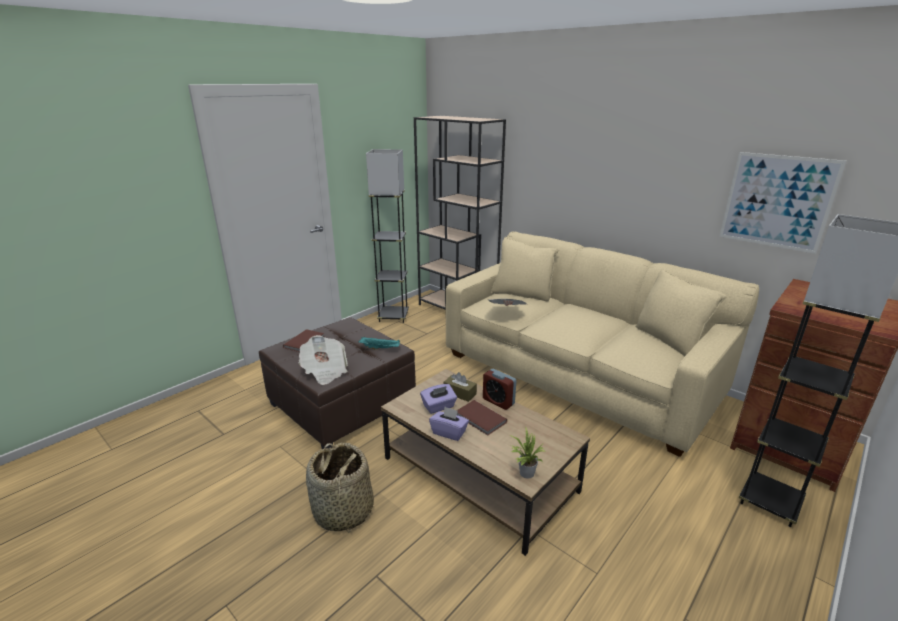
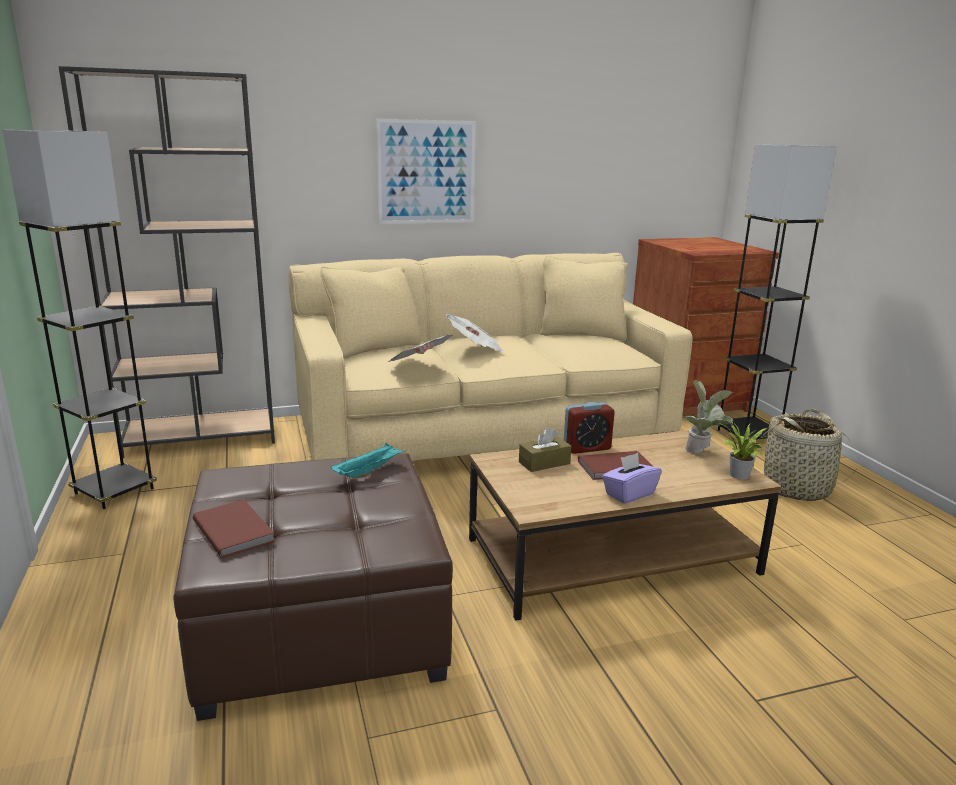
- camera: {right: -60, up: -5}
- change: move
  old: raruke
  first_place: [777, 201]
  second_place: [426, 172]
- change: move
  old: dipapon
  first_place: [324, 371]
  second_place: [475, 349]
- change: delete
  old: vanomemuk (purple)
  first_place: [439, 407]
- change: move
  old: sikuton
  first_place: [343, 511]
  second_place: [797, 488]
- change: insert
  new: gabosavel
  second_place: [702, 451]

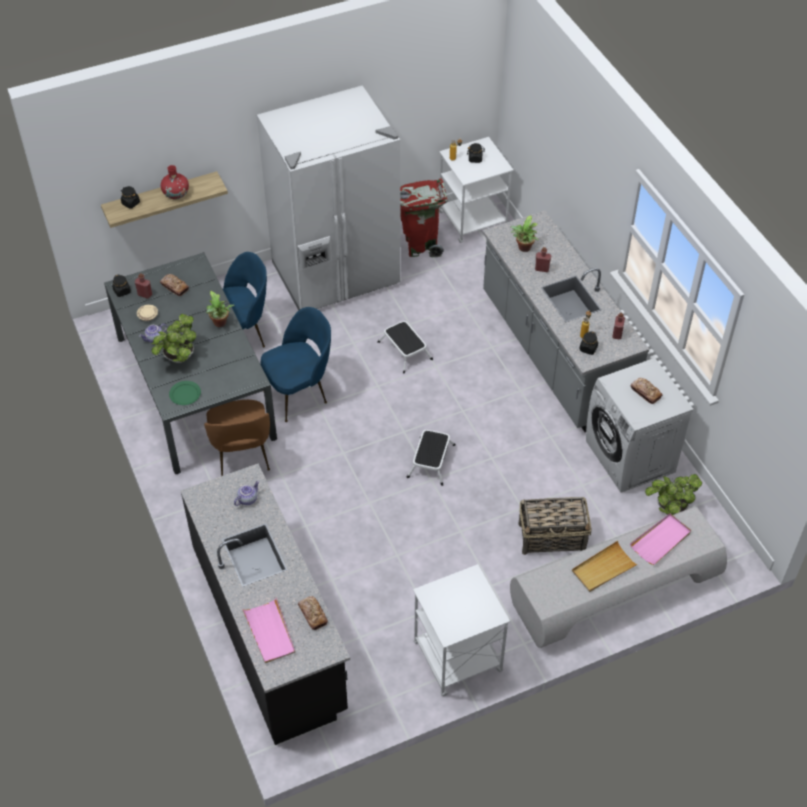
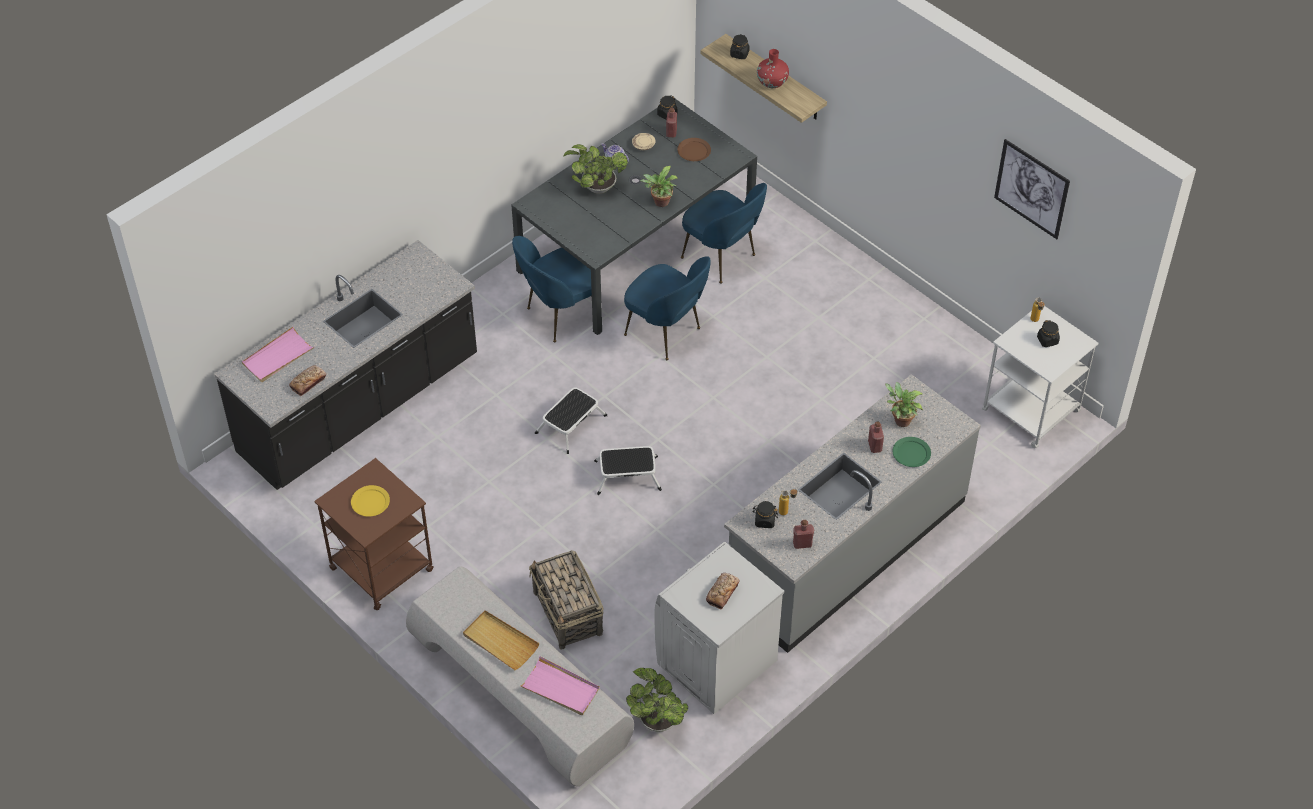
- camera: {right: 70, up: 0}
- change: delete
  old: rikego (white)
  first_place: [336, 275]
- change: delete
  old: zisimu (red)
  first_place: [421, 245]
- change: replace
  old: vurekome
  new: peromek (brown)
  first_place: [174, 287]
  second_place: [694, 151]
- change: move
  old: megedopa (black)
  first_place: [405, 350]
  second_place: [571, 424]
- change: move
  old: peromek (green)
  first_place: [185, 394]
  second_place: [911, 453]
- change: recolor
  old: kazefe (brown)
  new: kazefe (blue)
  first_place: [242, 460]
  second_place: [558, 317]
- change: delete
  old: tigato
  first_place: [247, 499]
- change: recolor
  old: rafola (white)
  new: rafola (brown)
  first_place: [456, 657]
  second_place: [380, 567]
- change: insert
  new: raruke
  second_place: [1031, 189]
- change: insert
  new: peromek (yellow)
  second_place: [370, 502]

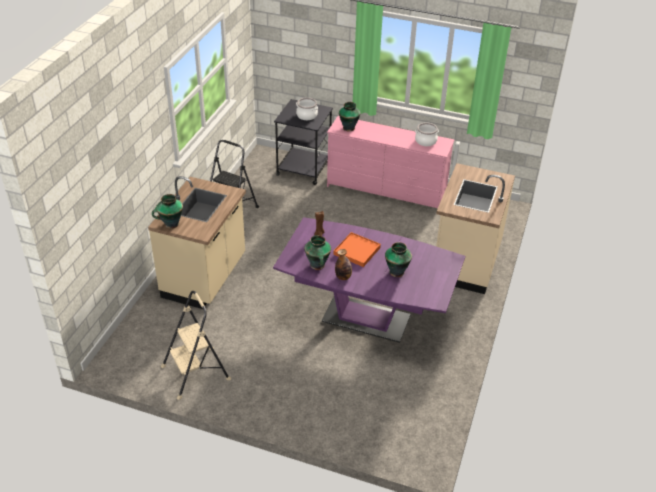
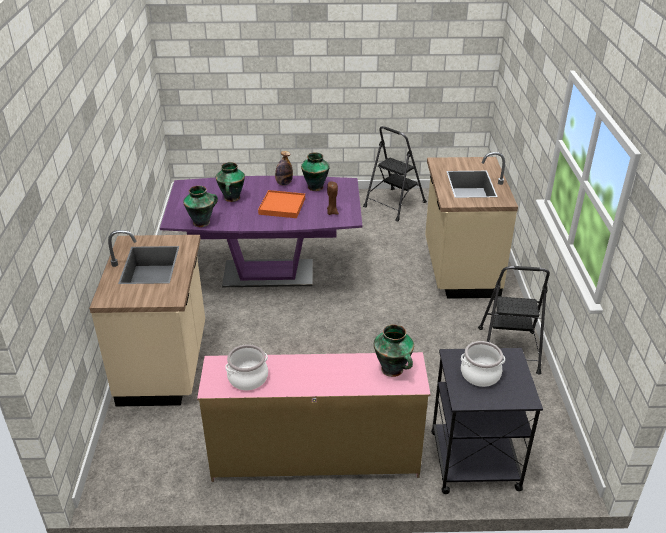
- camera: {right: 160, up: -5}
- change: move
  old: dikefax
  first_place: [171, 224]
  second_place: [202, 222]
- change: recolor
  old: megedopa (beige)
  new: megedopa (black)
  first_place: [198, 371]
  second_place: [393, 204]

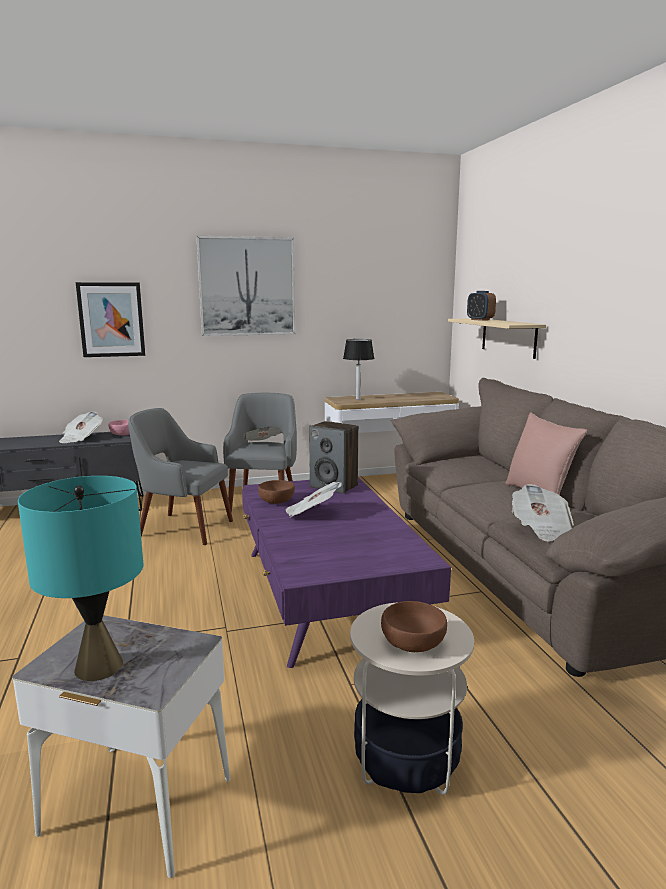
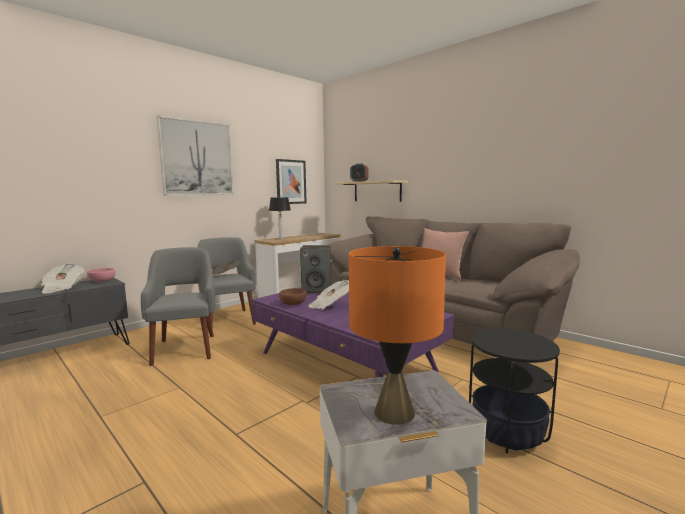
- camera: {right: -30, up: -5}
- change: move
  old: raruke
  first_place: [111, 319]
  second_place: [291, 182]
- change: rotate
  old: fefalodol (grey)
  first_place: [183, 528]
  second_place: [185, 348]
  degrees: 90
- change: recolor
  old: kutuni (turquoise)
  new: kutuni (orange)
  first_place: [98, 666]
  second_place: [394, 412]
- change: delete
  old: dipapon
  first_place: [541, 528]
- change: delete
  old: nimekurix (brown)
  first_place: [414, 643]
- change: recolor
  old: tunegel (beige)
  new: tunegel (black)
  first_place: [406, 763]
  second_place: [507, 434]

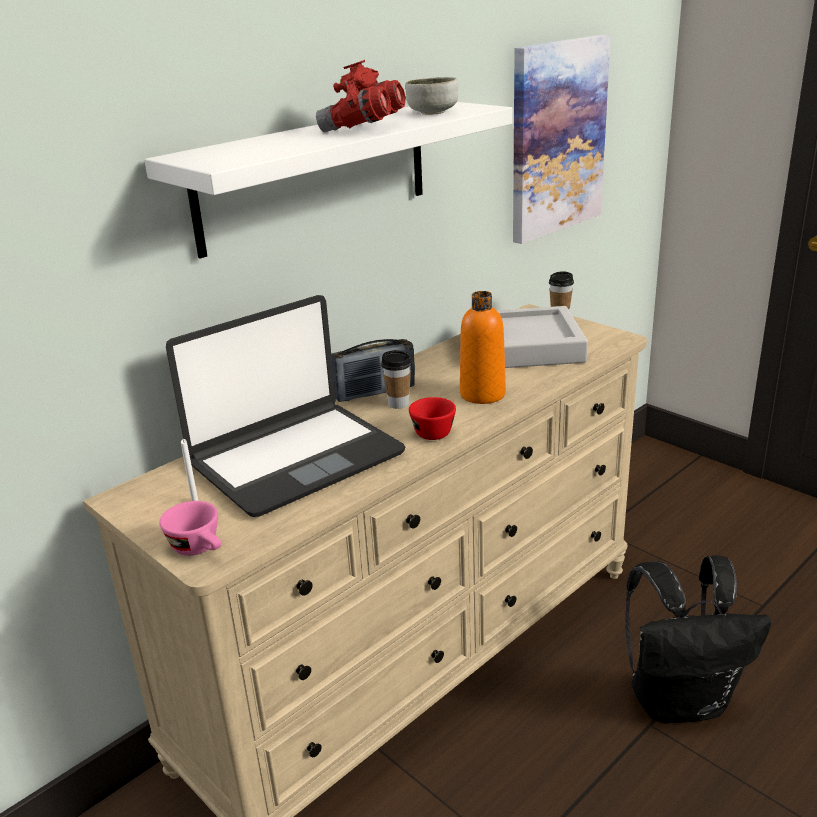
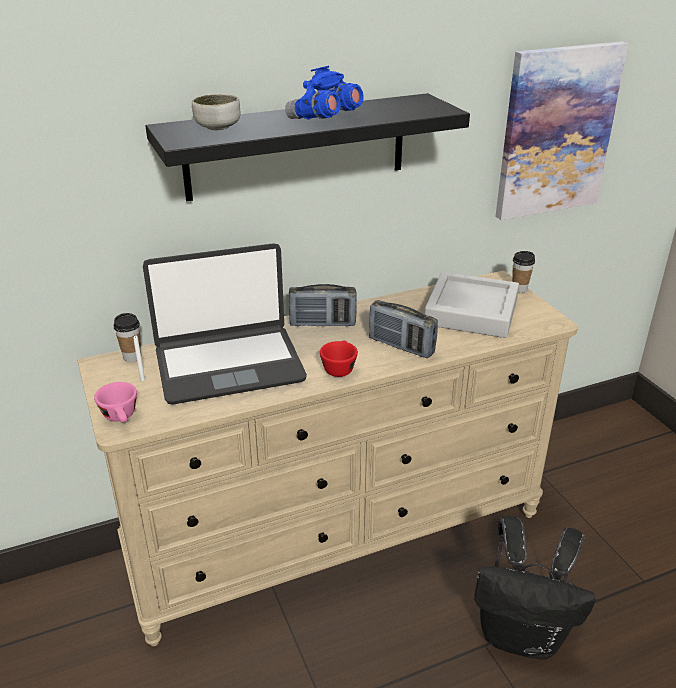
- camera: {right: 20, up: 5}
- change: recolor
  old: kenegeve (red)
  new: kenegeve (blue)
  first_place: [363, 129]
  second_place: [324, 120]
- change: move
  old: nimekurix
  first_place: [432, 113]
  second_place: [218, 127]
- change: recolor
  old: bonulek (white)
  new: bonulek (black)
  first_place: [315, 175]
  second_place: [297, 146]
- change: replace
  old: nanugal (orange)
  new: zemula
  first_place: [482, 394]
  second_place: [401, 346]
- change: move
  old: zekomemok
  first_place: [398, 404]
  second_place: [132, 357]

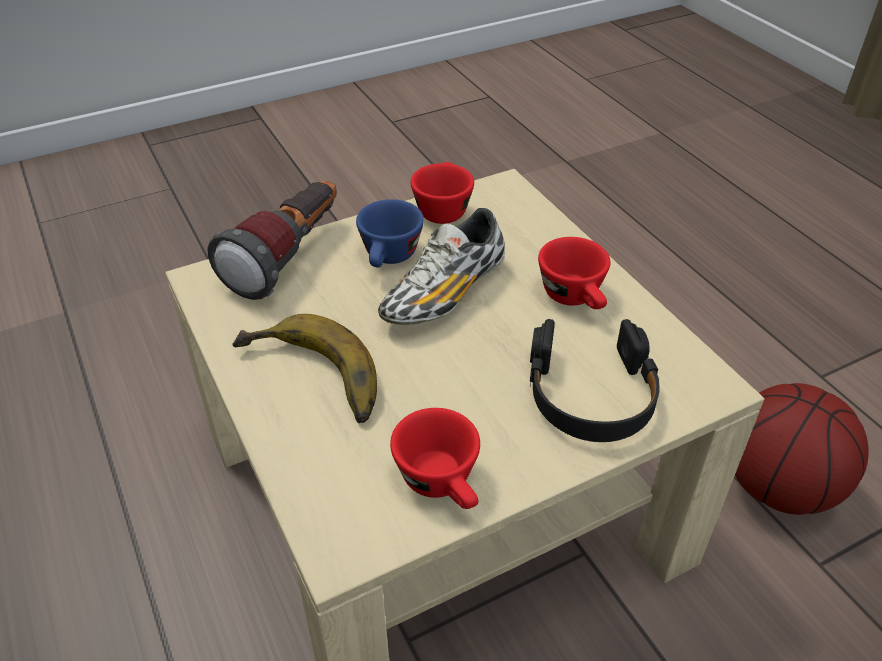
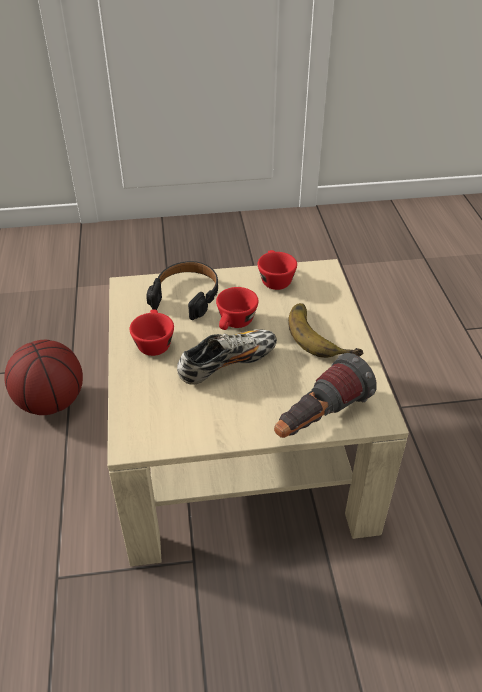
- camera: {right: -160, up: 0}
- change: move
  old: zekomemok (red)
  first_place: [442, 208]
  second_place: [235, 324]
- change: delete
  old: zekomemok (blue)
  first_place: [389, 258]

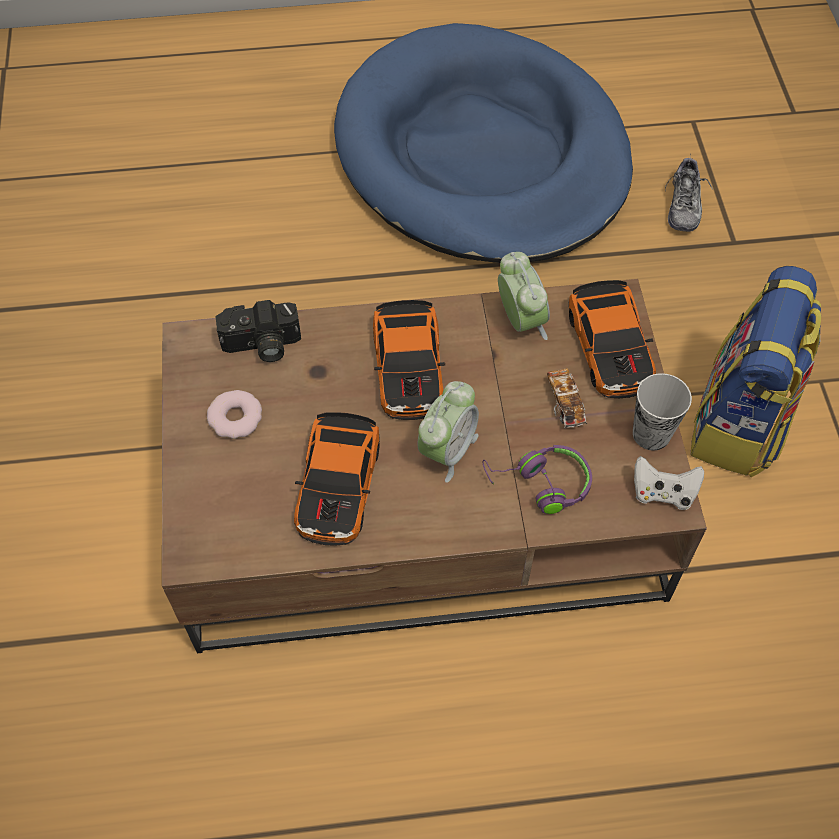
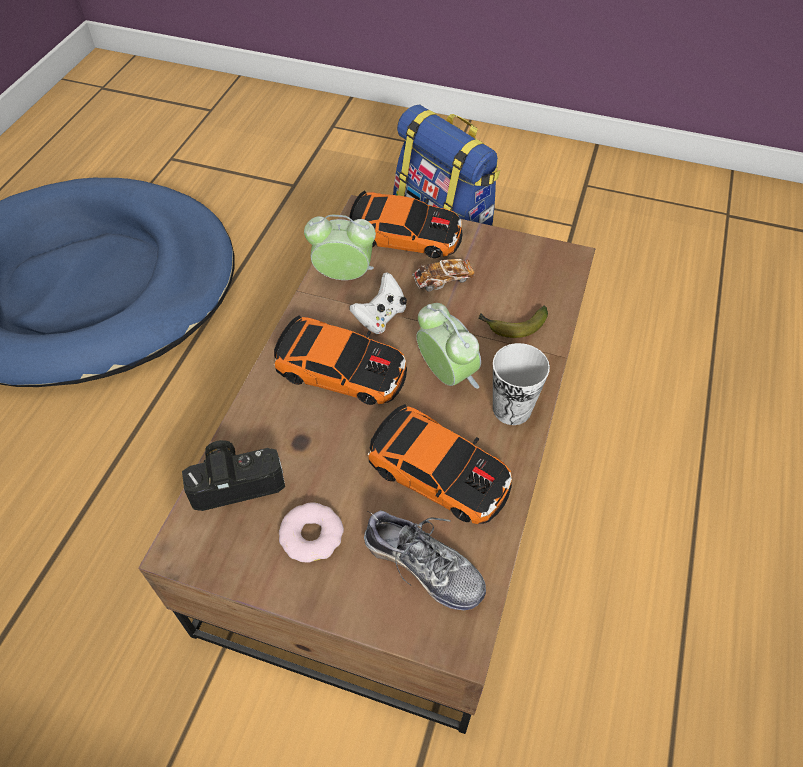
- camera: {right: -65, up: -5}
- change: move
  old: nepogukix
  first_place: [683, 205]
  second_place: [423, 566]
- change: rotate
  old: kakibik
  first_place: [261, 345]
  second_place: [237, 479]
  degrees: -120
- change: rotate
  old: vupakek
  first_place: [565, 404]
  second_place: [443, 281]
  degrees: 150
- change: move
  old: zekomemok
  first_place: [651, 434]
  second_place: [512, 409]
- change: replace
  old: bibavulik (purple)
  new: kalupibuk
  first_place: [540, 484]
  second_place: [512, 326]
- change: move
  old: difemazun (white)
  first_place: [663, 493]
  second_place: [381, 317]

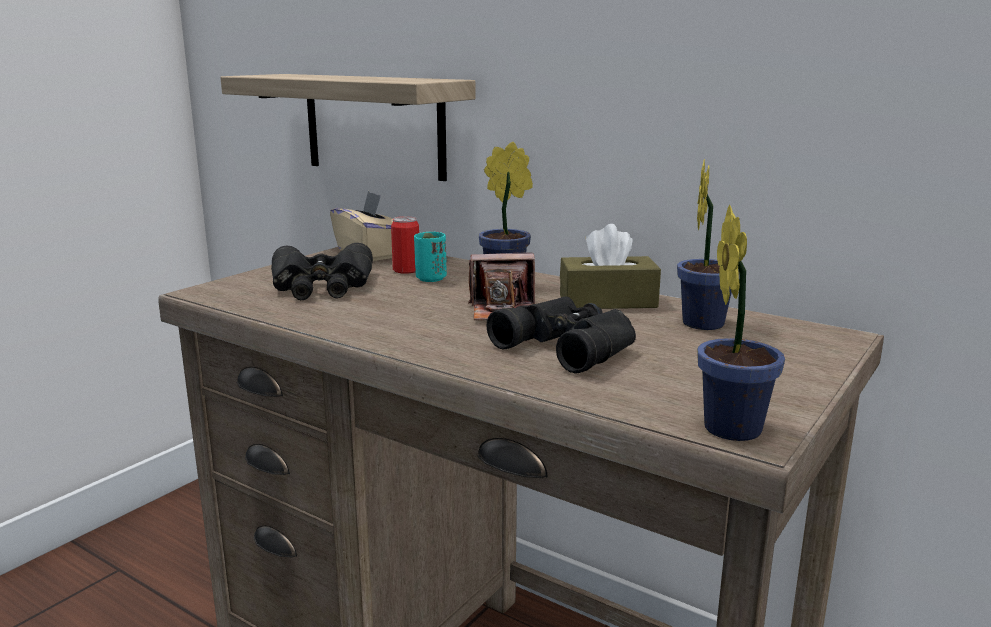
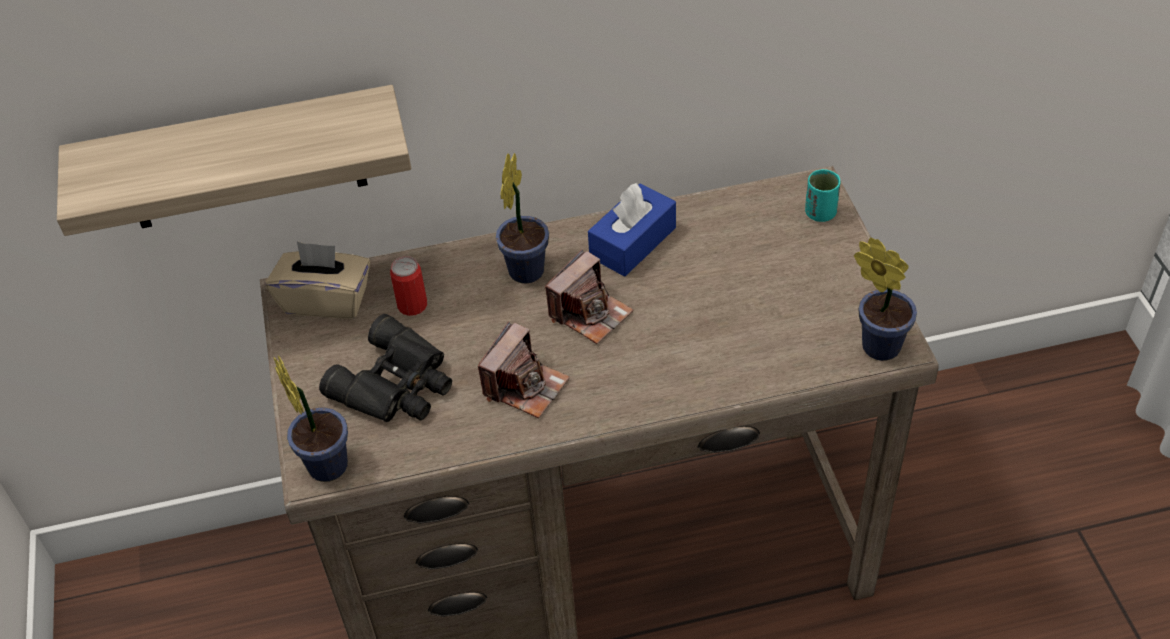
- camera: {right: -45, up: 30}
- change: move
  old: gabosavel
  first_place: [703, 322]
  second_place: [325, 462]
- change: recolor
  old: vanomemuk (brown)
  new: vanomemuk (blue)
  first_place: [607, 301]
  second_place: [632, 242]
- change: move
  old: zekomemok (turquoise)
  first_place: [431, 279]
  second_place: [820, 213]
- change: delete
  old: kenegeve (black)
  first_place: [571, 345]
- change: insert
  new: kakibik
  second_place: [525, 386]

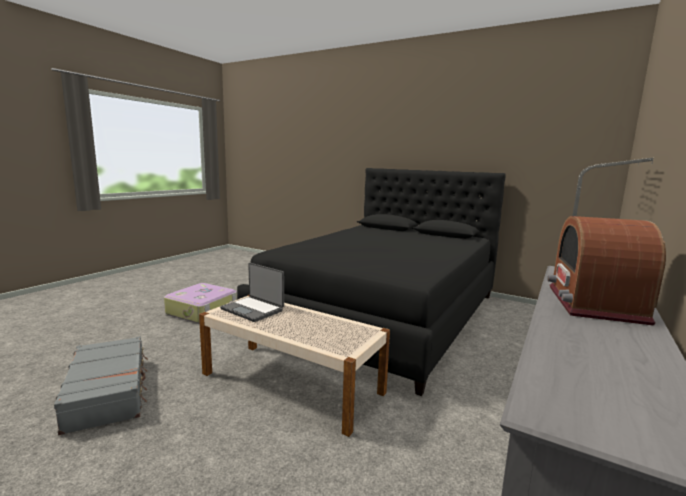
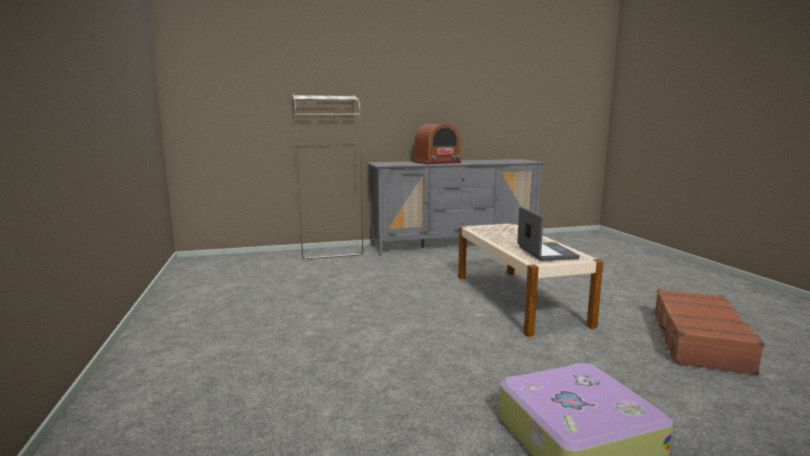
- camera: {right: -135, up: 0}
- change: delete
  old: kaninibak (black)
  first_place: [384, 313]
- change: recolor
  old: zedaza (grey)
  new: zedaza (brown)
  first_place: [108, 391]
  second_place: [698, 341]

